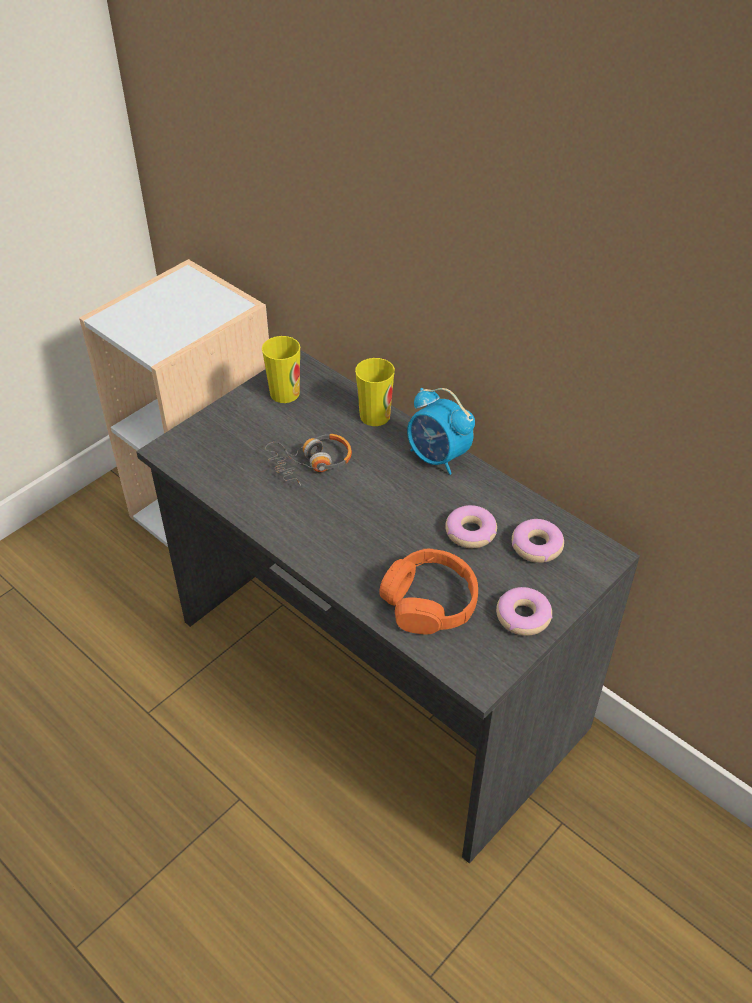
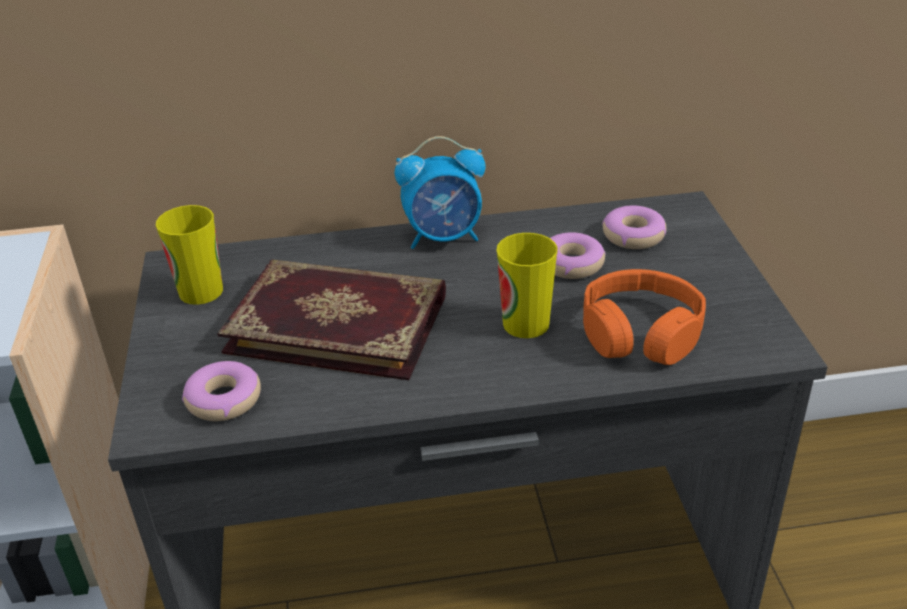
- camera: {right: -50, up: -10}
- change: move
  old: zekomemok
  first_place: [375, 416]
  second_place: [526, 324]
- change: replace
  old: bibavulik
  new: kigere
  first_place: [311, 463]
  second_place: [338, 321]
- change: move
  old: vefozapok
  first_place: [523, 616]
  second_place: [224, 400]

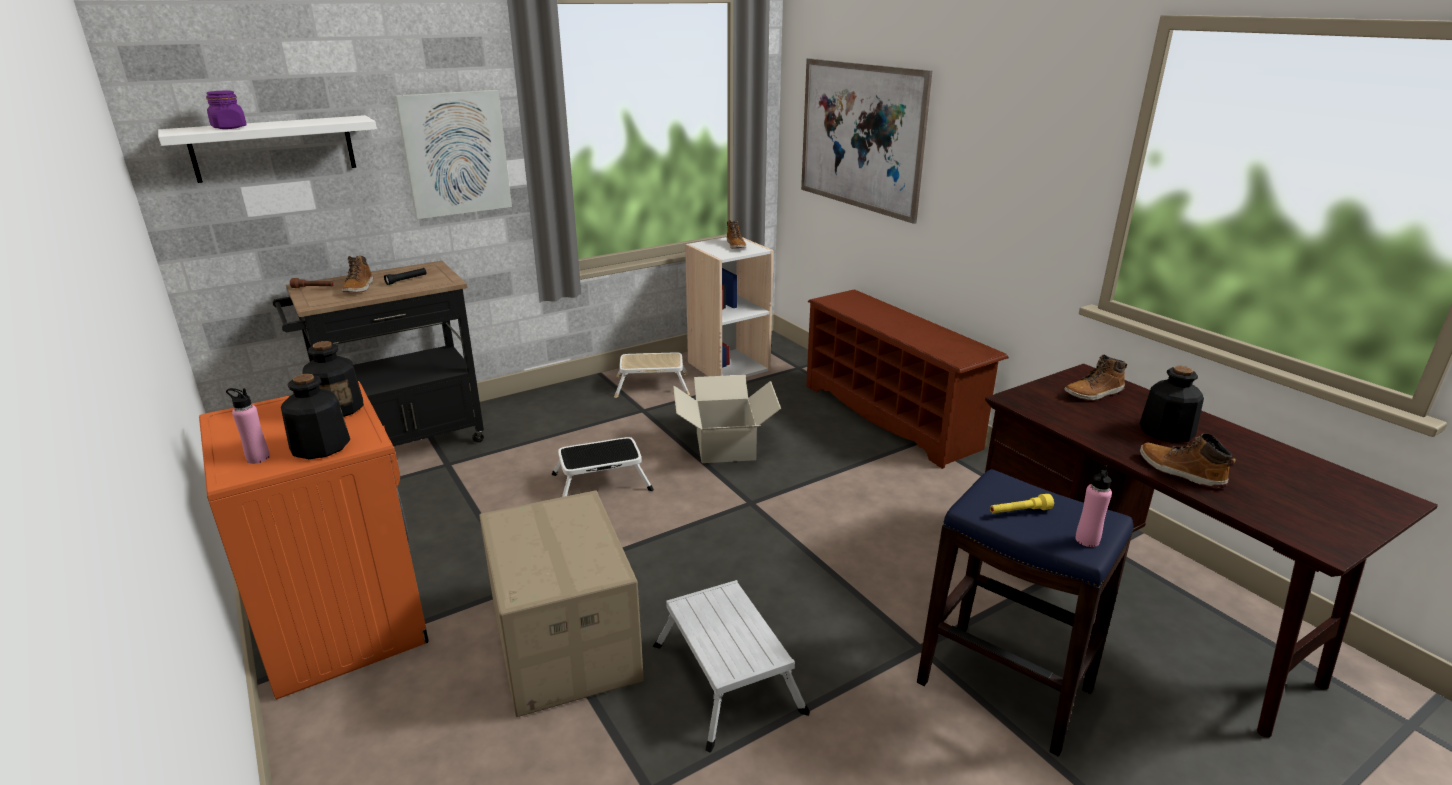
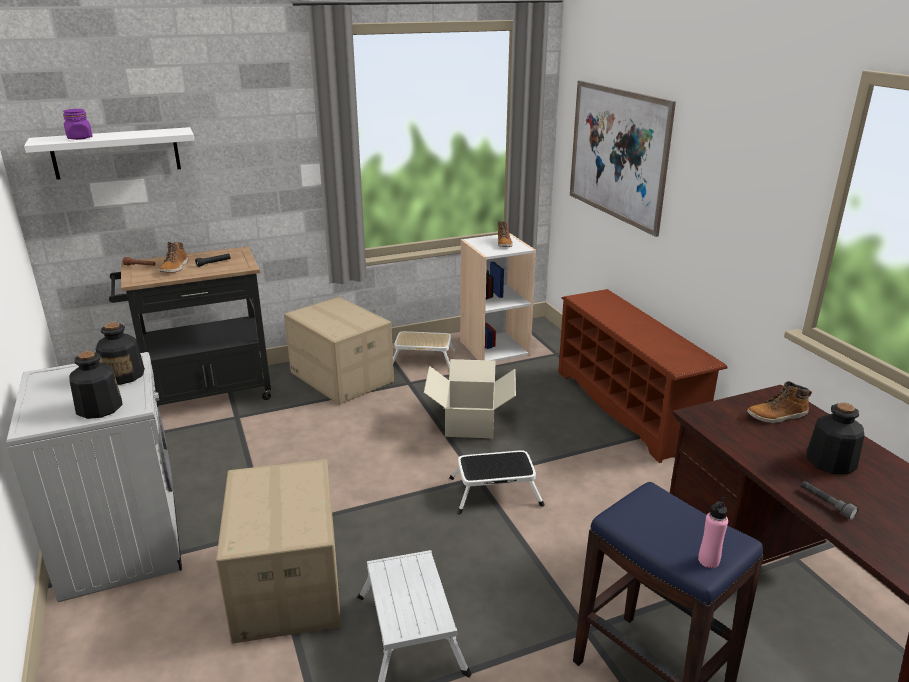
- camera: {right: 10, up: 0}
- change: delete
  old: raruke
  first_place: [455, 153]
- change: recolor
  old: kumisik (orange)
  new: kumisik (white)
  first_place: [346, 619]
  second_place: [125, 542]
- change: delete
  old: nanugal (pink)
  first_place: [258, 458]
- change: replace
  old: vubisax
  new: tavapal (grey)
  first_place: [1180, 472]
  second_place: [826, 503]
- change: move
  old: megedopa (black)
  first_place: [601, 482]
  second_place: [495, 492]
- change: delete
  old: tavapal (yellow)
  first_place: [1019, 512]
- change: insert
  new: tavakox
  second_place: [340, 377]

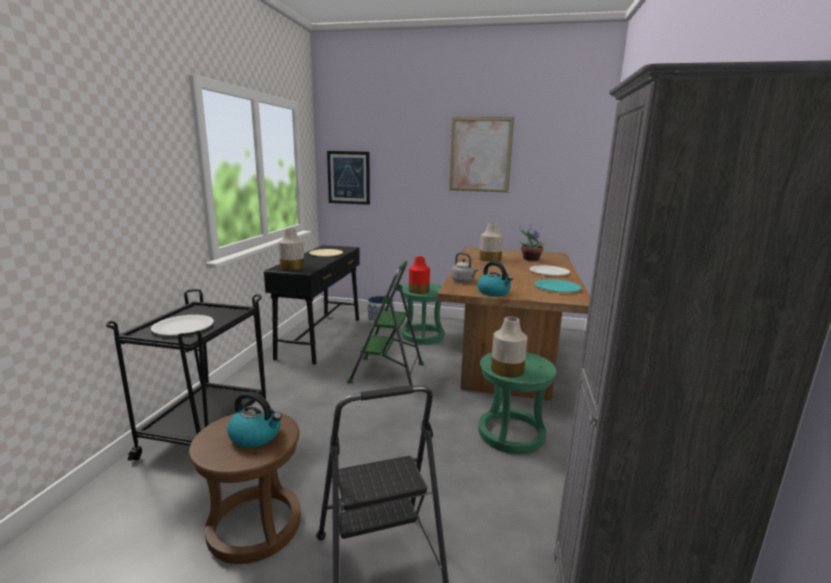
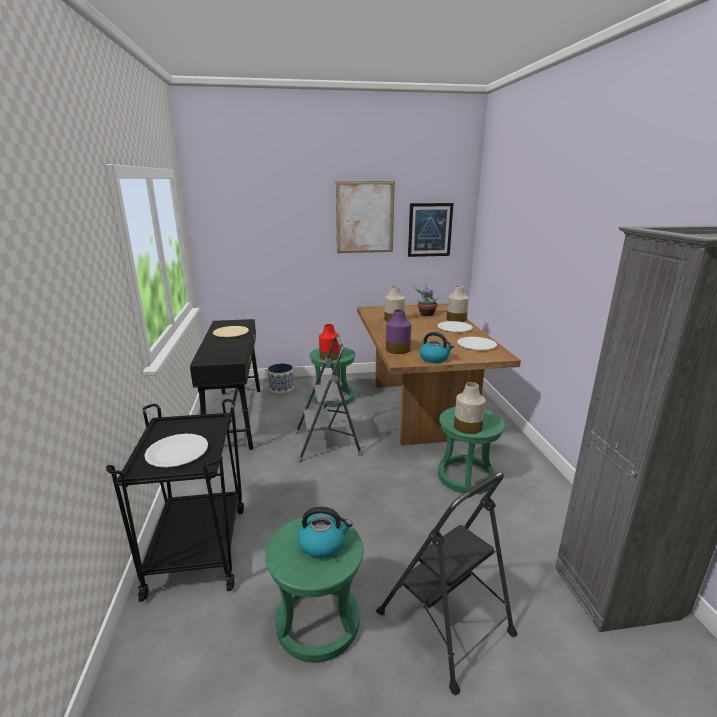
- camera: {right: -20, up: 5}
- change: move
  old: raruke
  first_place: [349, 177]
  second_place: [429, 230]
- change: move
  old: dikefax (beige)
  first_place: [292, 267]
  second_place: [456, 319]
- change: replace
  old: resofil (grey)
  new: dikefax (purple)
  first_place: [463, 281]
  second_place: [398, 349]
- change: recolor
  old: megedopa (green)
  new: megedopa (grey)
  first_place: [389, 373]
  second_place: [330, 443]
- change: recolor
  old: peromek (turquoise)
  new: peromek (white)
  first_place: [557, 287]
  second_place: [476, 345]
- change: recolor
  old: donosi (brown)
  new: donosi (green)
  first_place: [254, 526]
  second_place: [317, 622]

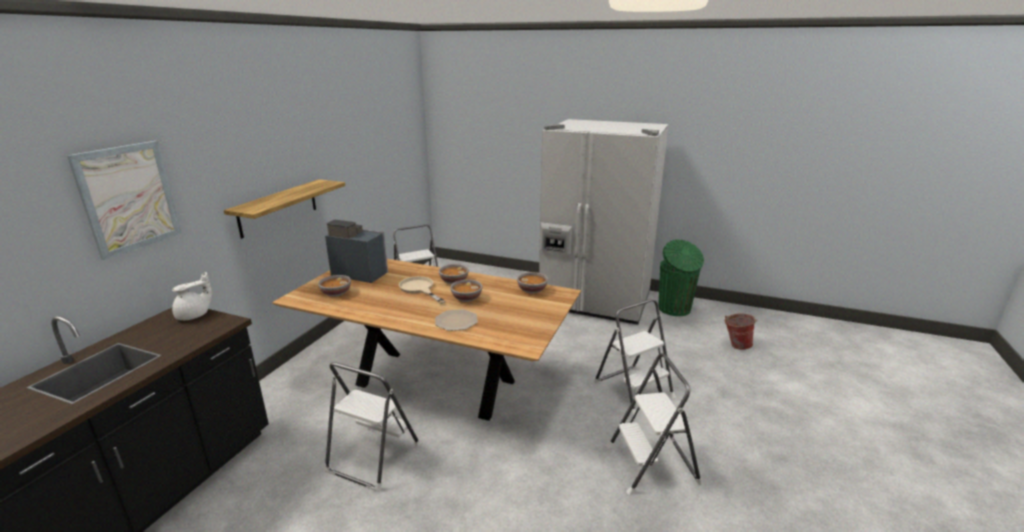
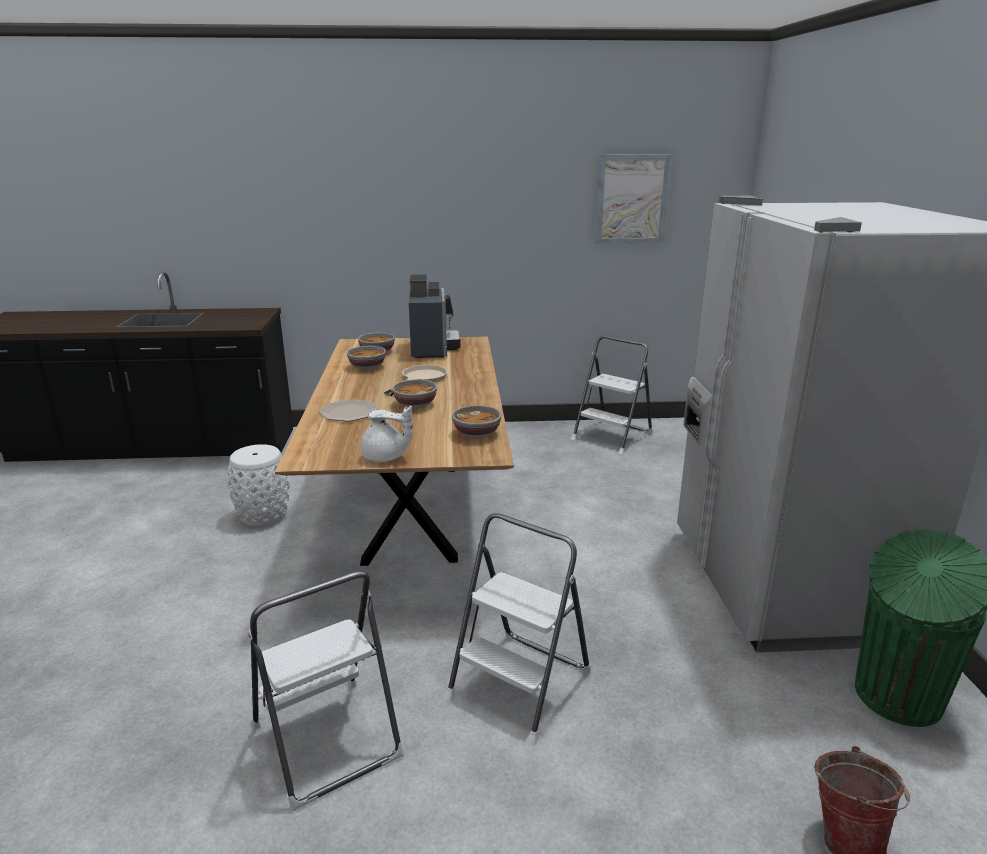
- camera: {right: 65, up: 0}
- change: move
  old: raruke
  first_place: [129, 198]
  second_place: [631, 199]
- change: delete
  old: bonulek
  first_place: [278, 208]
- change: move
  old: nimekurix
  first_place: [453, 281]
  second_place: [367, 367]
- change: move
  old: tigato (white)
  first_place: [194, 315]
  second_place: [385, 457]
- change: replace
  old: megedopa (white)
  new: donosi (white)
  first_place: [371, 459]
  second_place: [263, 515]

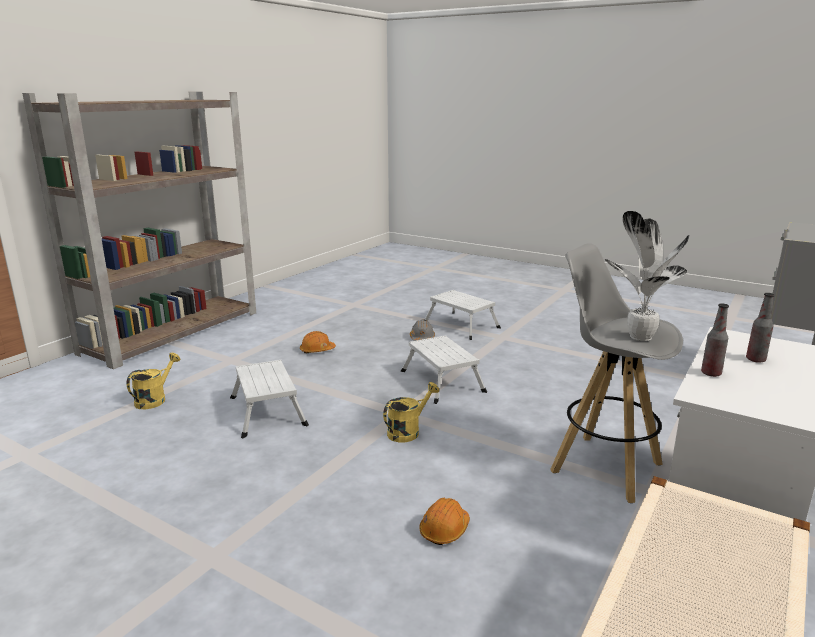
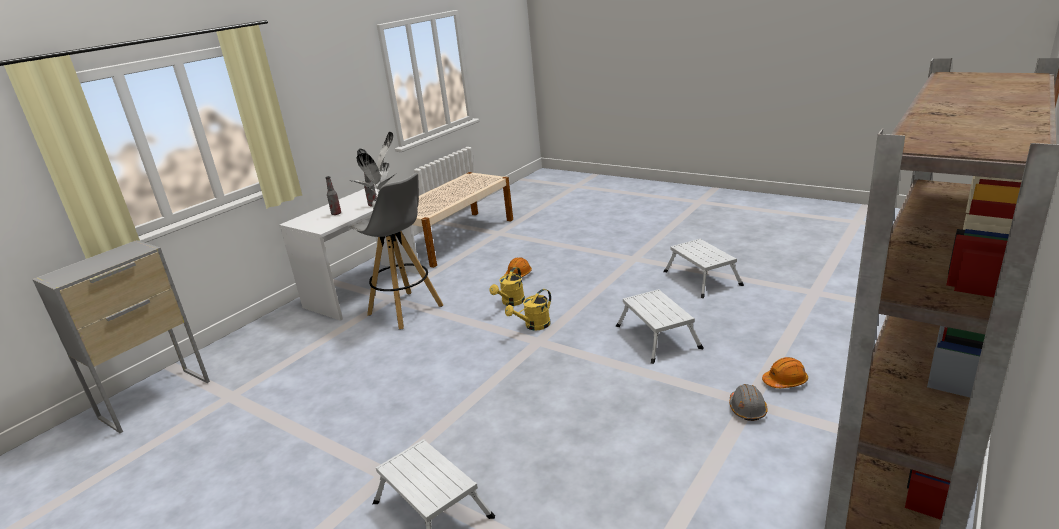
- camera: {right: -175, up: 5}
- change: move
  old: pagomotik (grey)
  first_place: [422, 338]
  second_place: [747, 409]
- change: move
  old: pagomotik (orange)
  first_place: [317, 350]
  second_place: [785, 381]
- change: move
  old: megedopa (white)
  first_place: [442, 381]
  second_place: [702, 278]
- change: move
  old: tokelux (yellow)
  first_place: [154, 399]
  second_place: [511, 302]

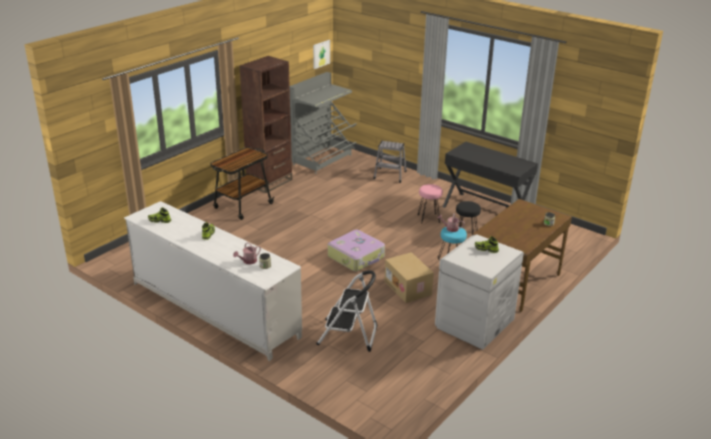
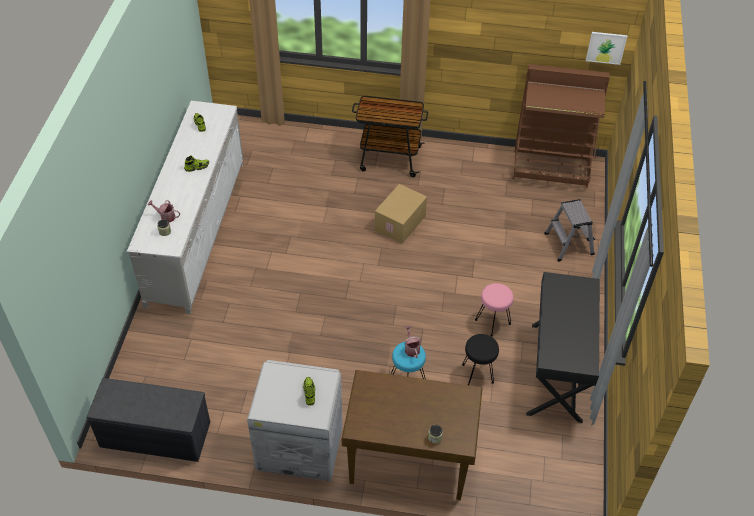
- camera: {right: 60, up: 20}
- change: delete
  old: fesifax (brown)
  first_place: [269, 182]
- change: recolor
  old: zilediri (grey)
  new: zilediri (brown)
  first_place: [324, 160]
  second_place: [550, 171]
- change: delete
  old: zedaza
  first_place: [356, 257]
- change: move
  old: tavakox
  first_place: [408, 288]
  second_place: [400, 223]
- change: delete
  old: megedopa
  first_place: [349, 335]
- change: insert
  new: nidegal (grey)
  second_place: [154, 435]

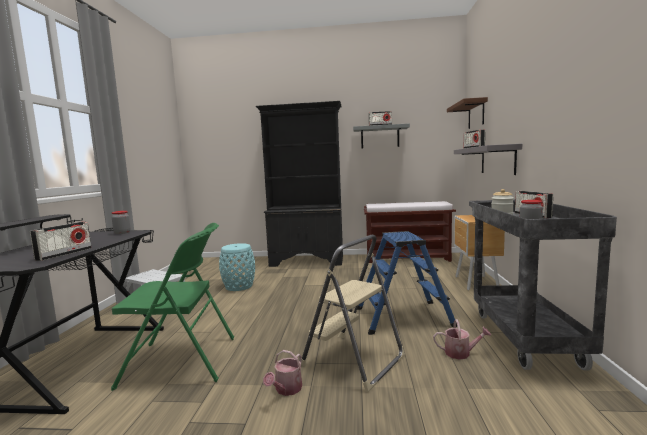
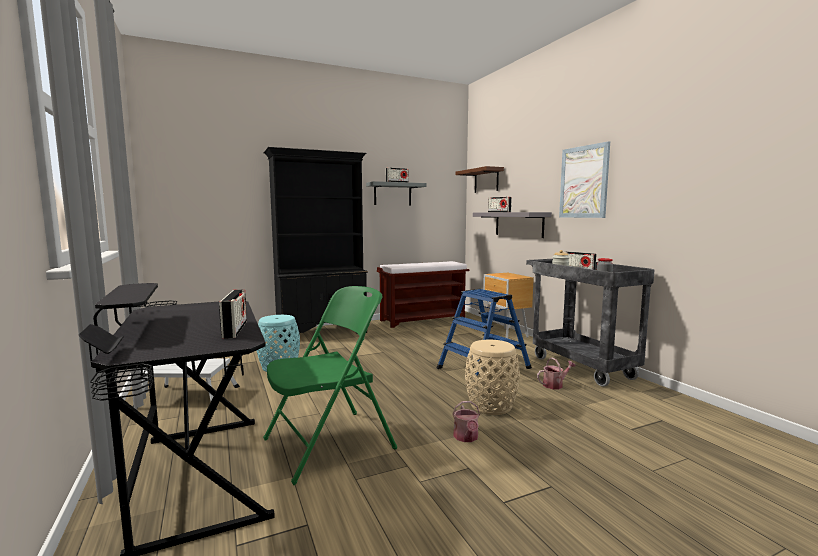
- camera: {right: -30, up: 0}
- change: delete
  old: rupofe
  first_place: [122, 233]
- change: replace
  old: megedopa (beige)
  new: donosi (beige)
  first_place: [355, 361]
  second_place: [491, 406]
- change: insert
  new: raruke
  second_place: [583, 182]

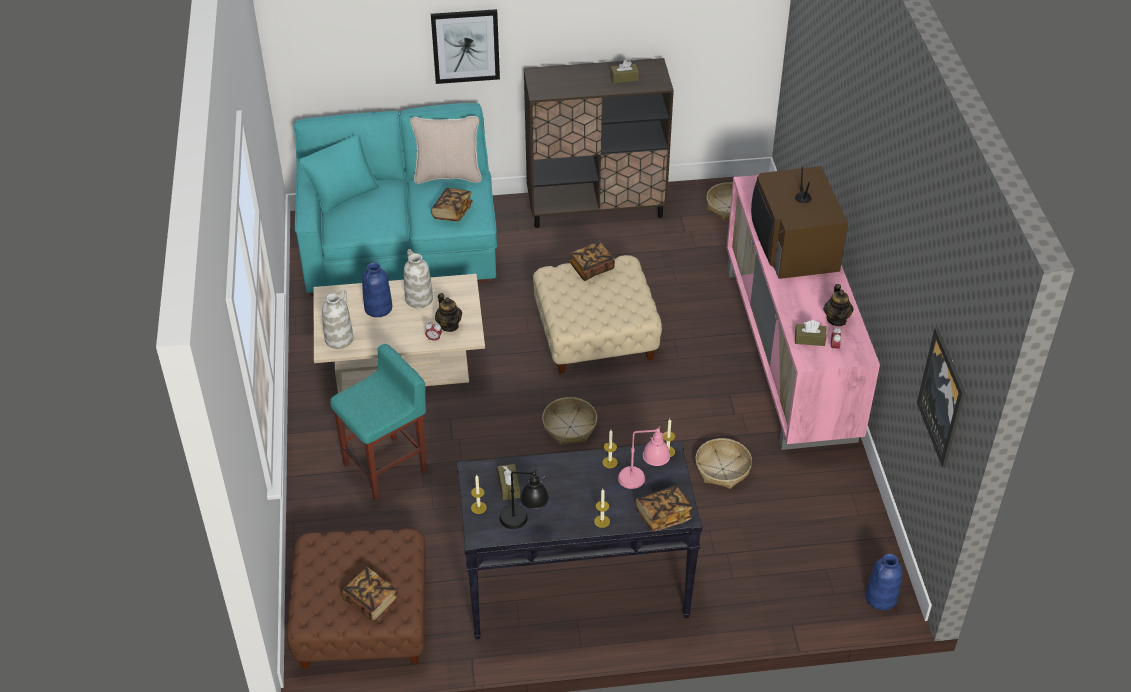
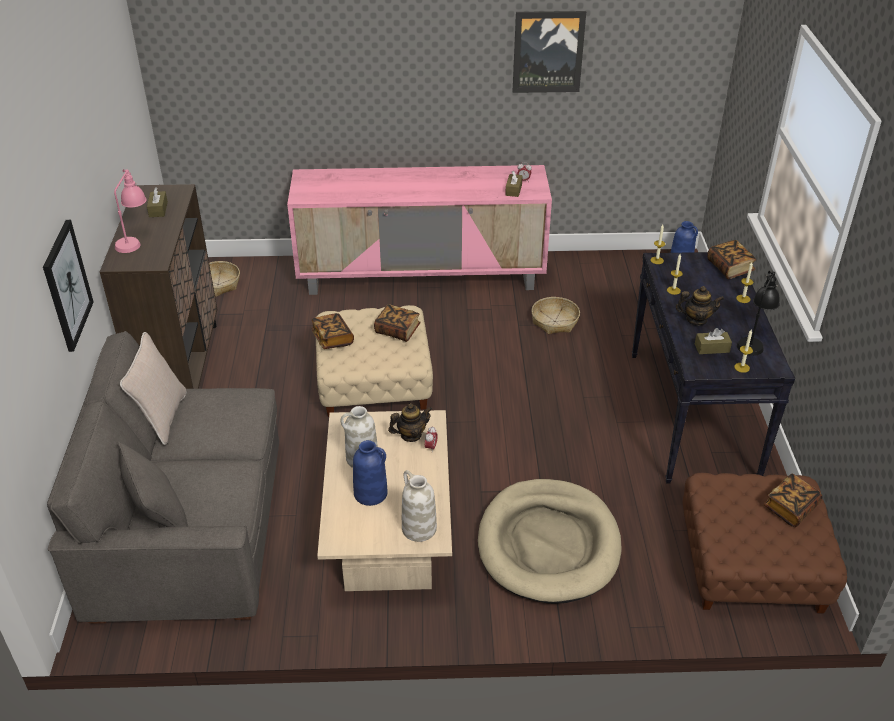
- camera: {right: -85, up: -5}
- change: recolor
  old: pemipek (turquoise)
  new: pemipek (grey)
  first_place: [401, 249]
  second_place: [189, 529]
- change: delete
  old: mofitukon
  first_place: [794, 246]
- change: move
  old: kigere
  first_place: [452, 212]
  second_place: [397, 330]
- change: move
  old: tigato
  first_place: [836, 319]
  second_place: [696, 320]
- change: move
  old: raruke
  first_place: [943, 397]
  second_place: [548, 51]
- change: replace
  old: donosi (turquoise)
  new: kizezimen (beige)
  first_place: [386, 467]
  second_place: [548, 544]
- change: delete
  old: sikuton
  first_place: [570, 427]
- change: move
  old: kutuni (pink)
  first_place: [643, 481]
  second_place: [134, 240]

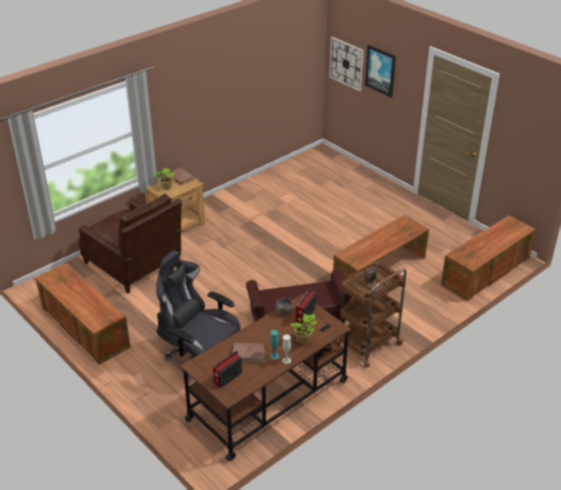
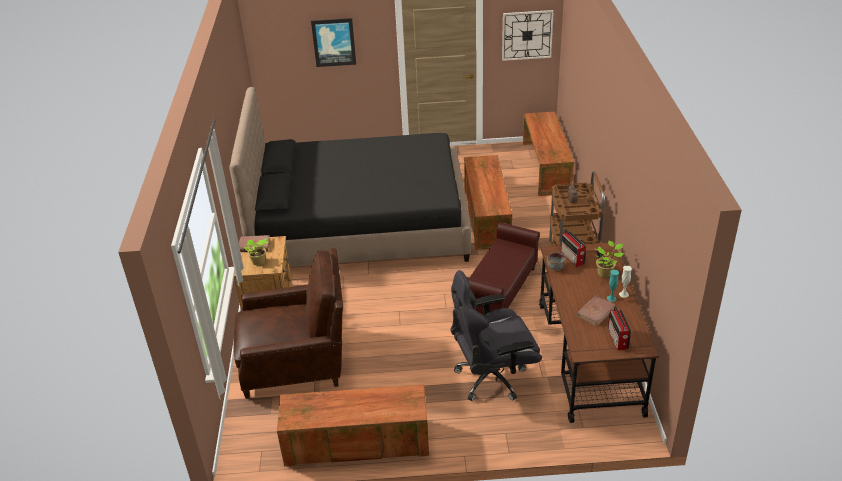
- camera: {right: -50, up: 0}
- change: move
  old: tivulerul
  first_place: [346, 63]
  second_place: [527, 35]
- change: insert
  new: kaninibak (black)
  second_place: [360, 224]

